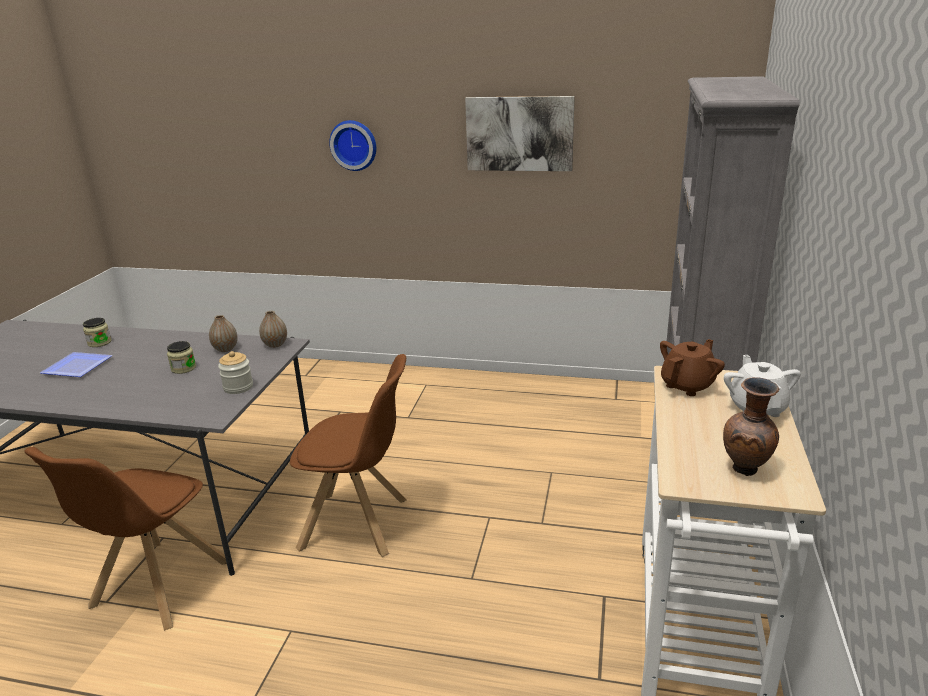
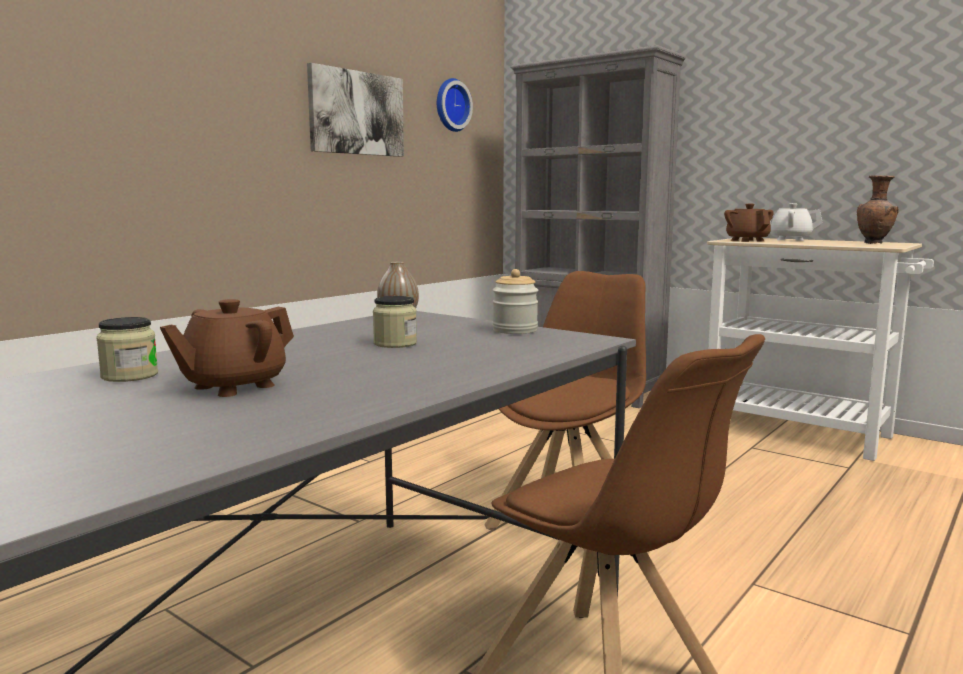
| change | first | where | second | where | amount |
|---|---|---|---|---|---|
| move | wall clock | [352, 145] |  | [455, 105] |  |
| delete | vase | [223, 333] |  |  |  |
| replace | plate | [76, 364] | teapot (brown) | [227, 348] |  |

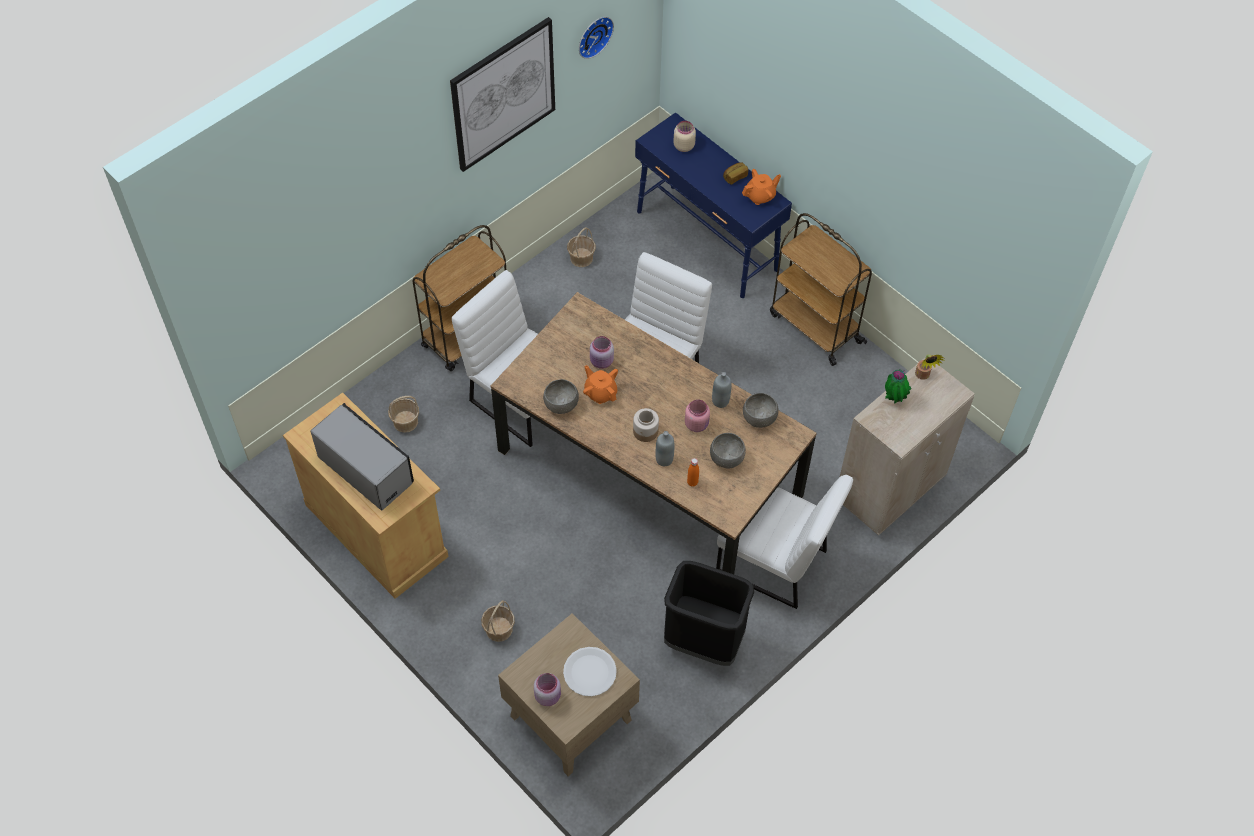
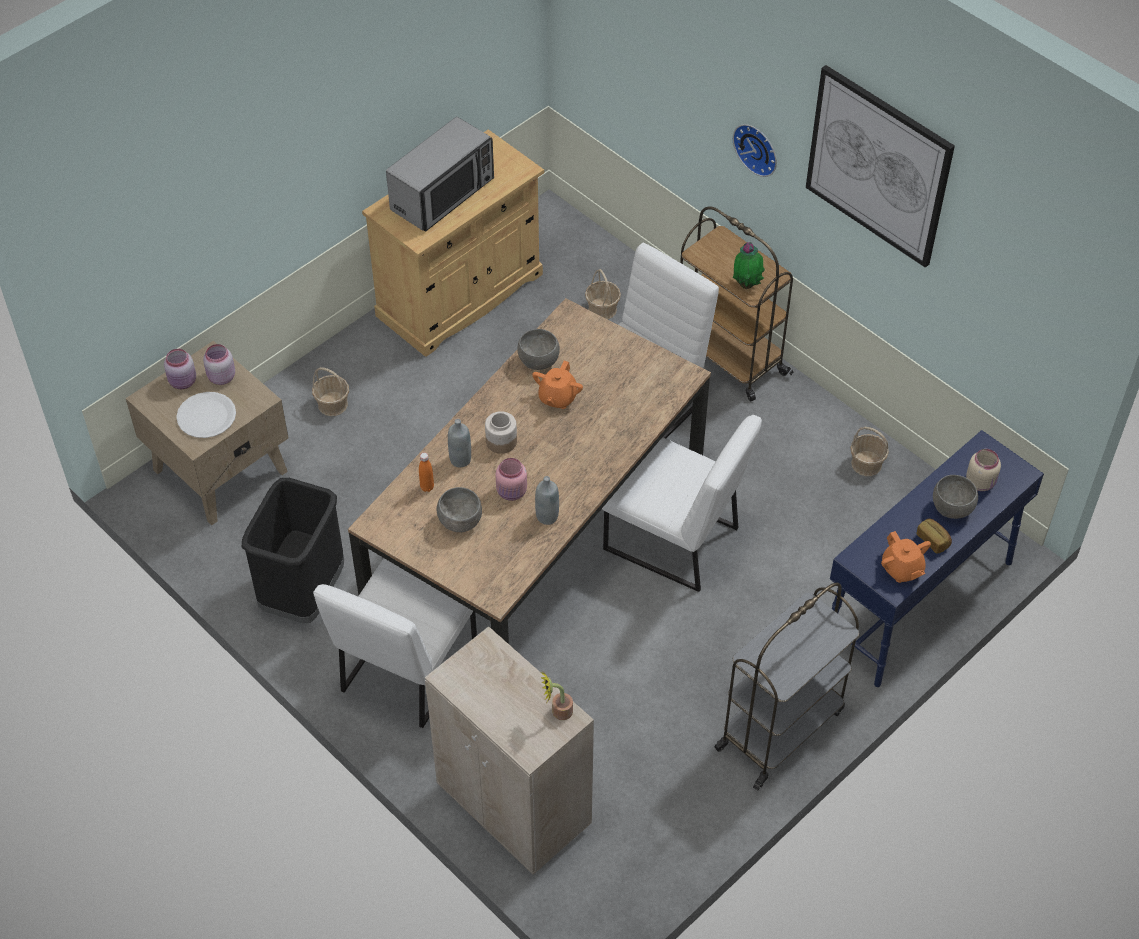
| change | first | where | second | where | amount |
|---|---|---|---|---|---|
| move | wall clock | [596, 38] |  | [755, 150] |  |
| recolor | cart (brown) | [821, 289] | cart (grey) | [787, 686] |  |
| move | jar (pink) | [602, 352] |  | [219, 364] |  |
| rotate | teapot (orange) | [600, 384] |  | [557, 385] | 150 degrees clockwise |
| move | potted plant | [898, 386] |  | [749, 265] |  |
| move | bowl (grey) | [761, 410] |  | [955, 497] |  |

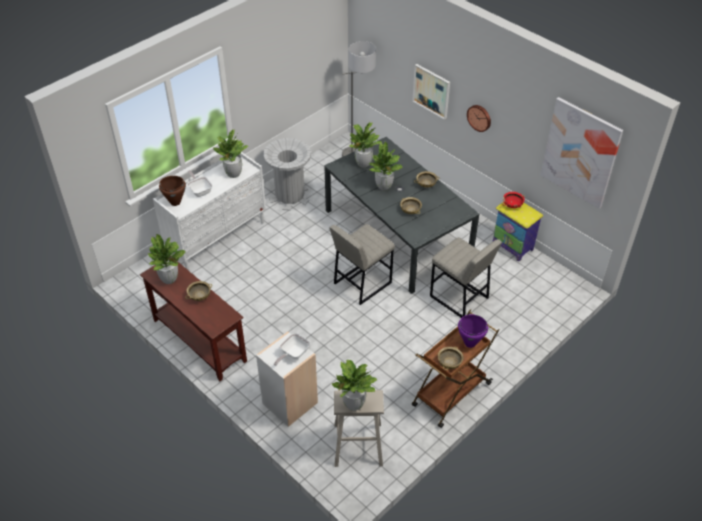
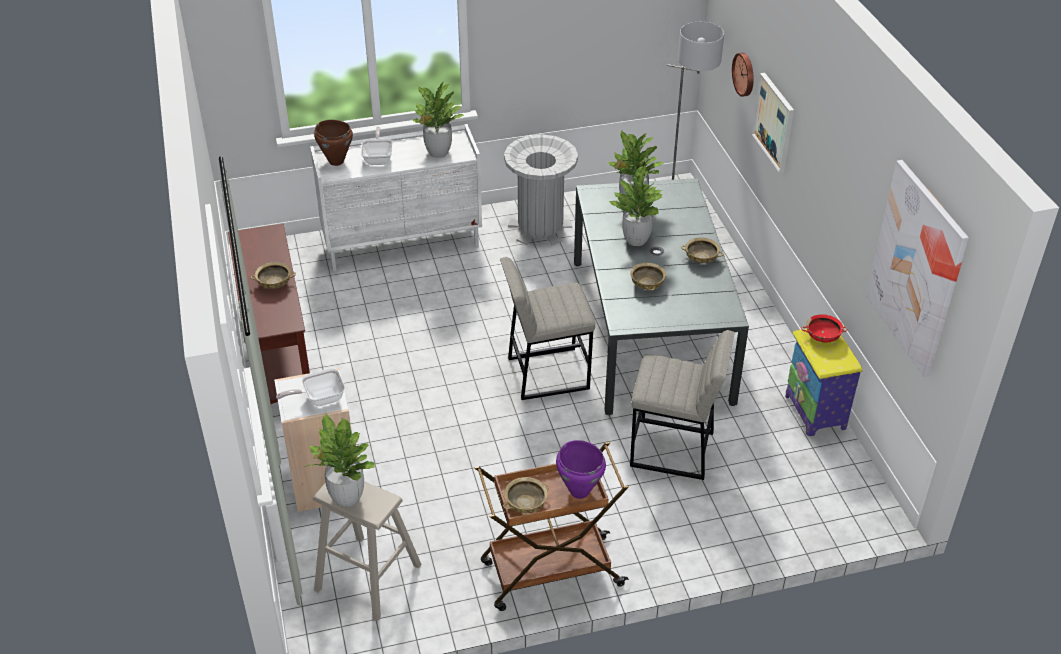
| change | first | where | second | where | amount |
|---|---|---|---|---|---|
| move | wall clock | [479, 118] |  | [743, 75] |  |
| delete | potted plant | [167, 259] |  |  |  |
| rotate | chair (grey) | [466, 277] |  | [682, 405] | 60 degrees counterclockwise |

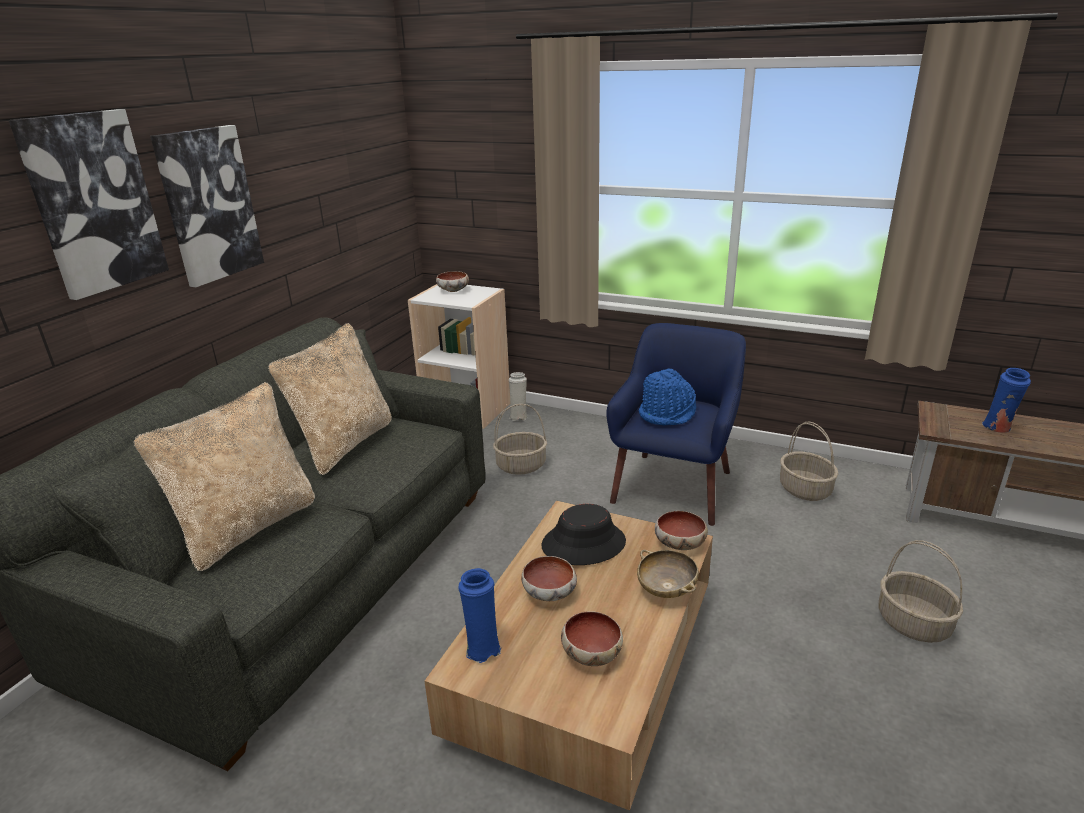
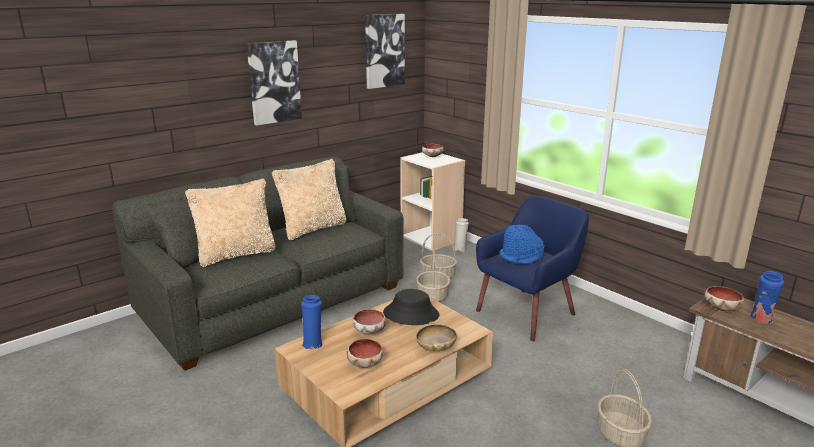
| change | first | where | second | where | amount |
|---|---|---|---|---|---|
| move | picture | [89, 204] |  | [385, 51] |  |
| move | basket | [809, 461] |  | [433, 275] |  |
| move | bowl | [681, 530] |  | [724, 298] |  |

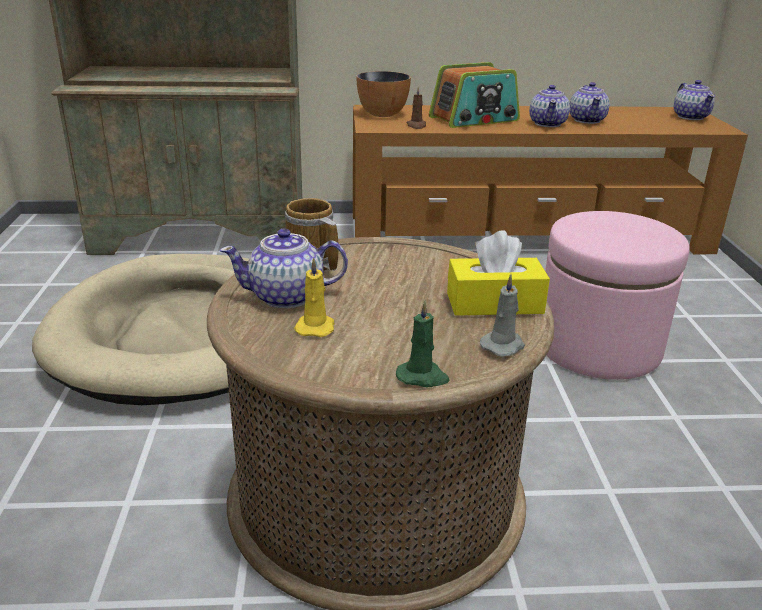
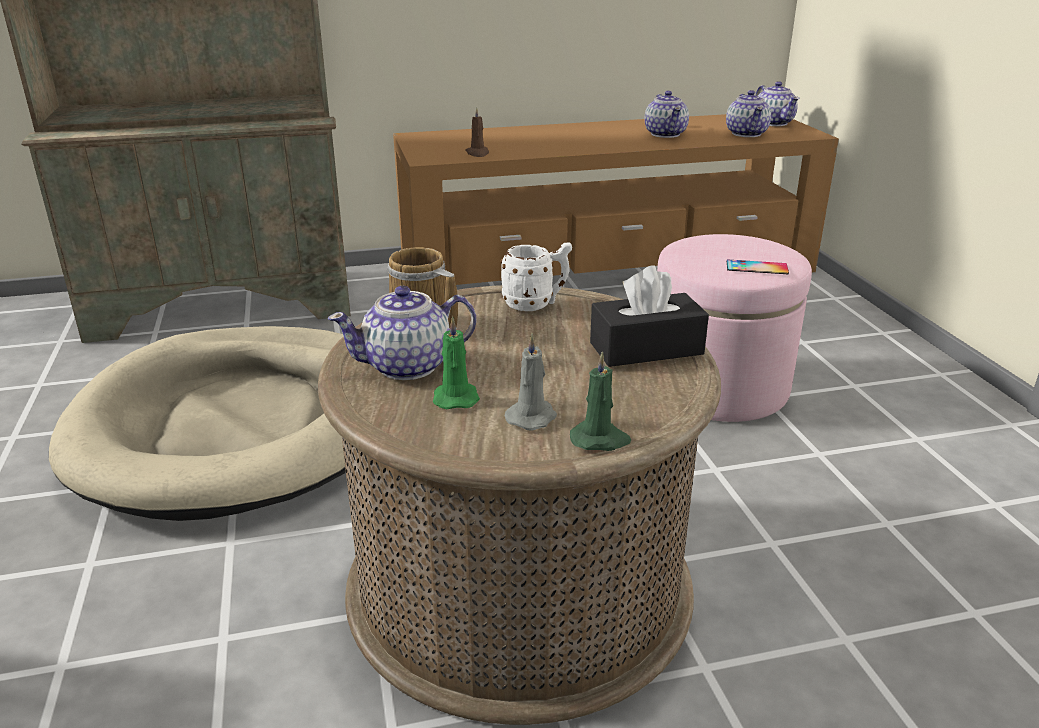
| change | first | where | second | where | amount |
|---|---|---|---|---|---|
| delete | radio | [474, 95] |  |  |  |
| delete | bowl | [383, 94] |  |  |  |
| move | teapot | [549, 106] |  | [748, 113] |  |
| recolor | tissue box (yellow) | [498, 273] | tissue box (black) | [649, 316] |  |
| recolor | candle (yellow) | [314, 297] | candle (green) | [456, 362] |  |
| move | candle (grey) | [502, 315] |  | [531, 382] |  |
| insert |  |  | mug (white) | [536, 276] |  |
| insert |  |  | phone | [758, 266] |  |

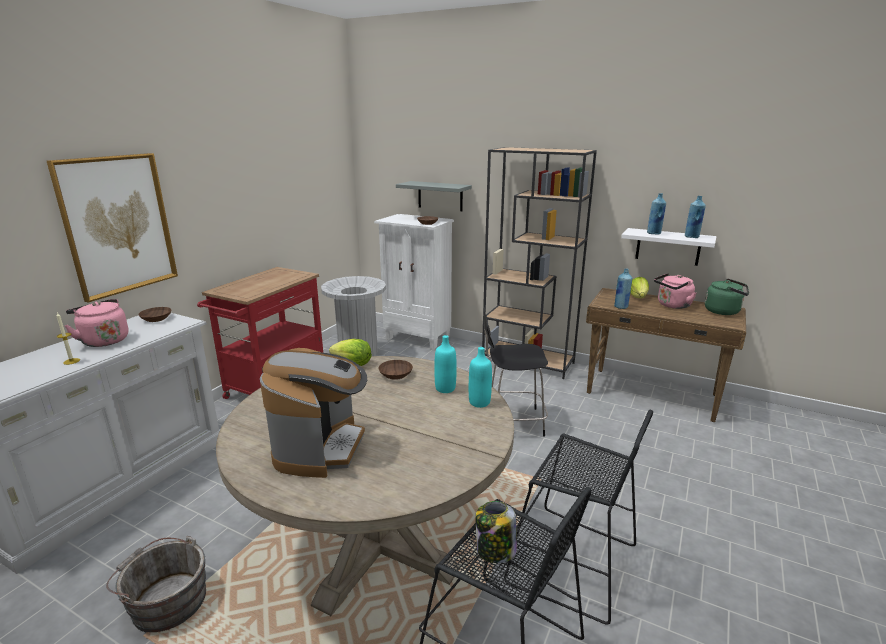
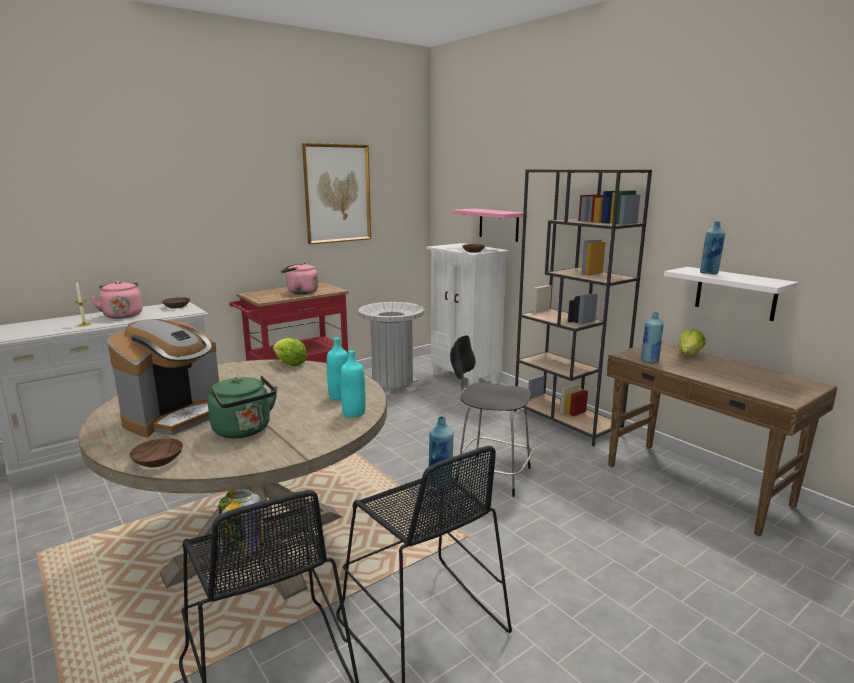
| change | first | where | second | where | amount |
|---|---|---|---|---|---|
| move | picture | [112, 228] |  | [336, 193] |  |
| recolor | shelf (grey) | [434, 196] | shelf (pink) | [489, 225] |  |
| move | bottle (blue) | [695, 217] |  | [441, 452] |  |
| move | kettle (pink) | [675, 291] |  | [299, 278] |  |
| move | kettle (green) | [727, 296] |  | [242, 406] |  |
| move | bowl (brown) | [395, 370] |  | [156, 452] |  |
| delete | bucket (grey) | [156, 584] |  |  |  |

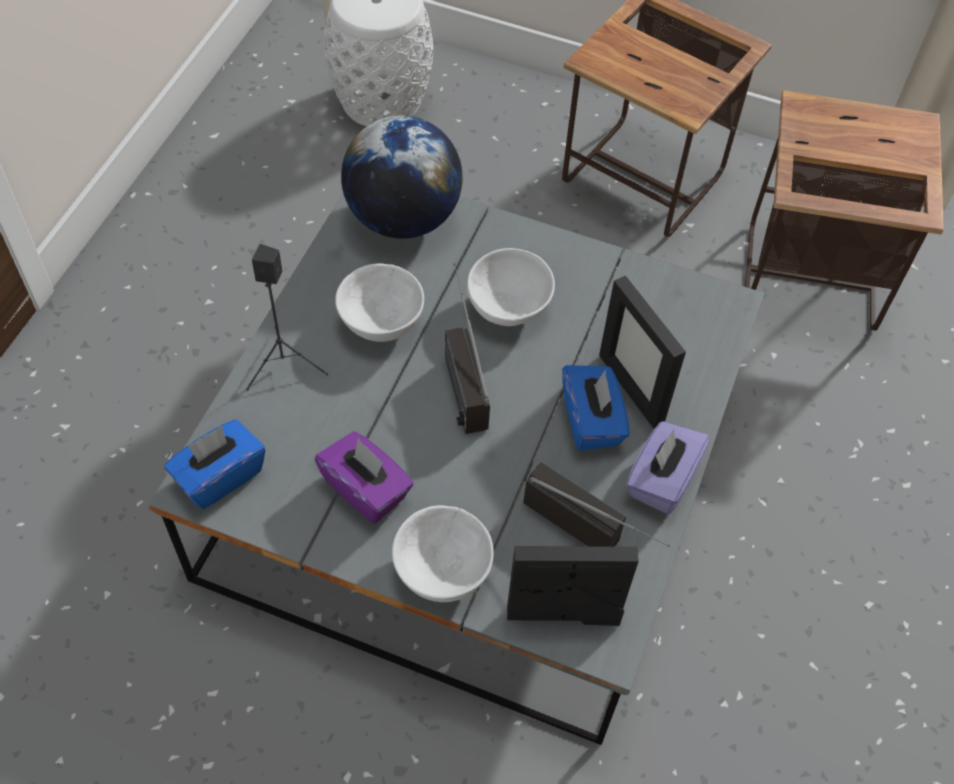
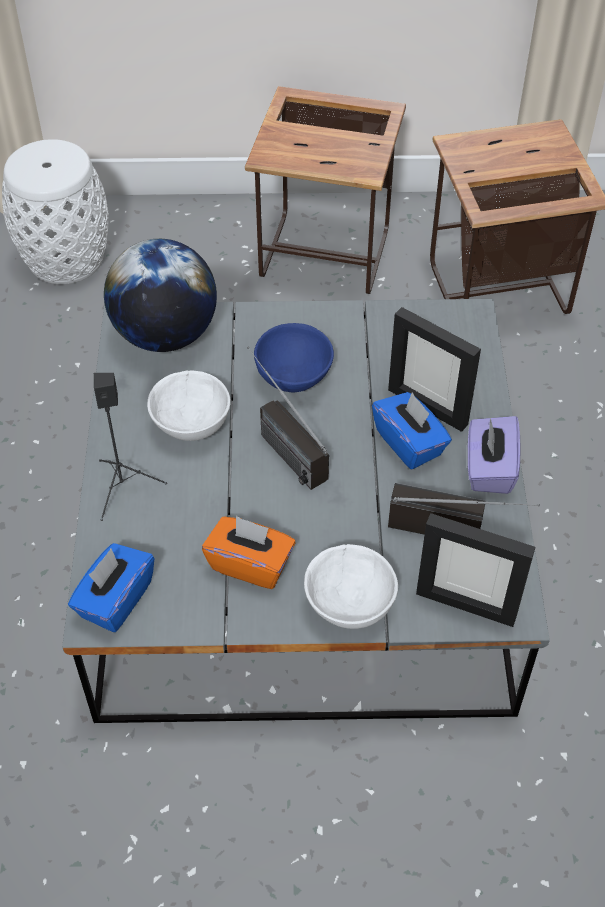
| change | first | where | second | where | amount |
|---|---|---|---|---|---|
| recolor | bowl (white) | [511, 287] | bowl (blue) | [294, 358] |  |
| recolor | tissue box (purple) | [364, 478] | tissue box (orange) | [249, 552] |  |
| rotate | picture frame | [573, 586] |  | [475, 570] | 135 degrees counterclockwise |

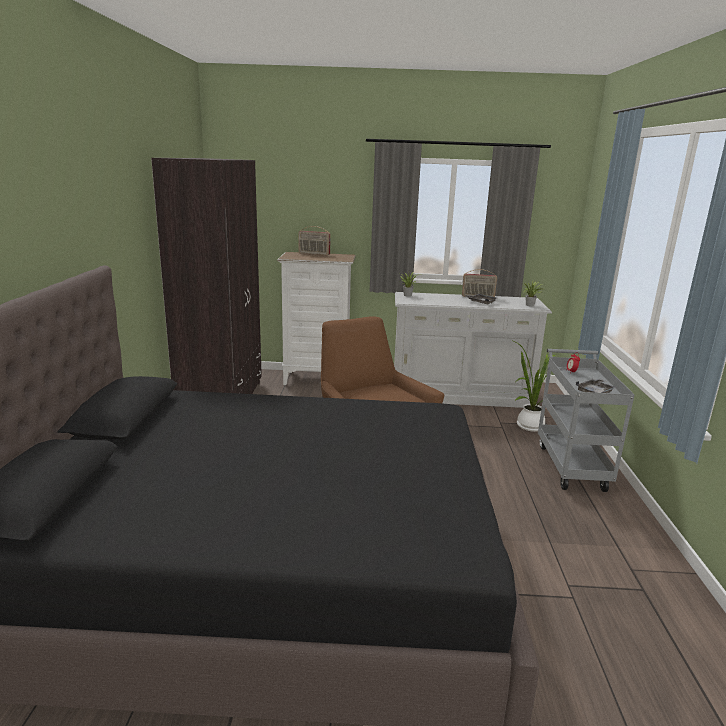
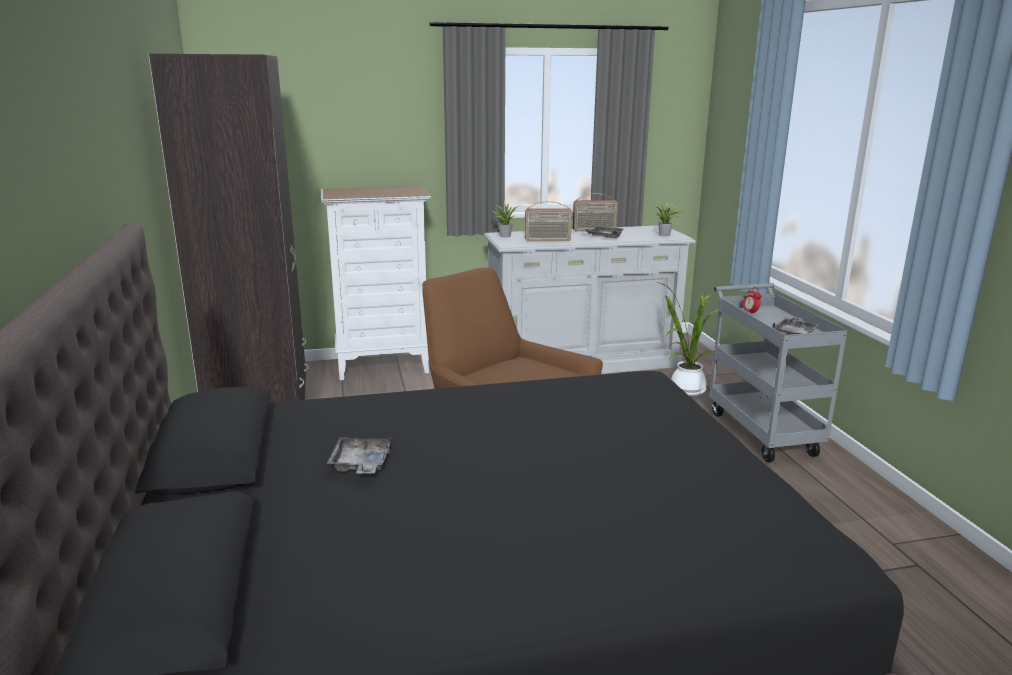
| change | first | where | second | where | amount |
|---|---|---|---|---|---|
| move | radio | [314, 240] |  | [548, 221] |  |
| insert |  |  | tray (grey) | [359, 455] |  |

